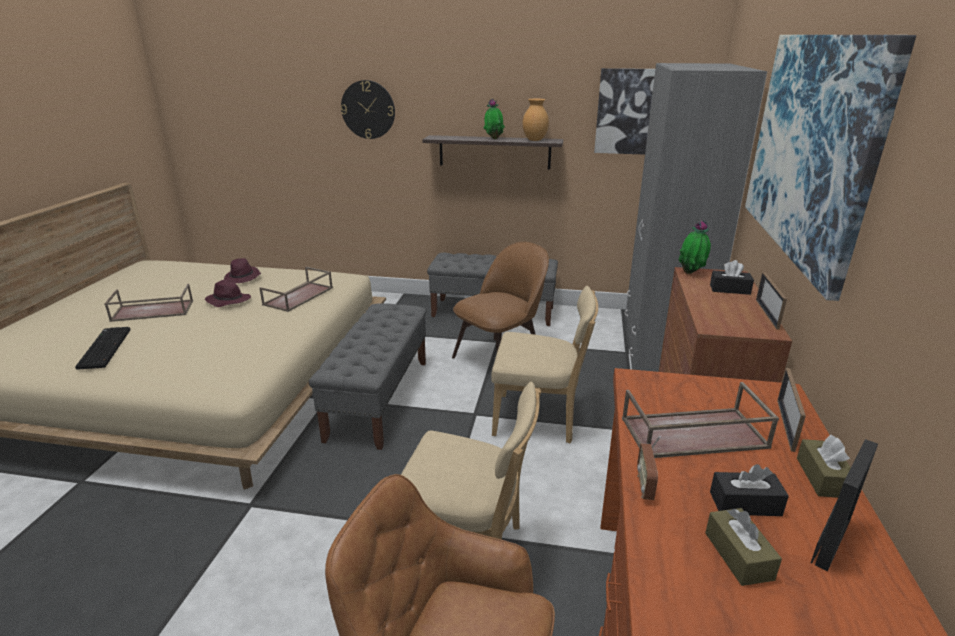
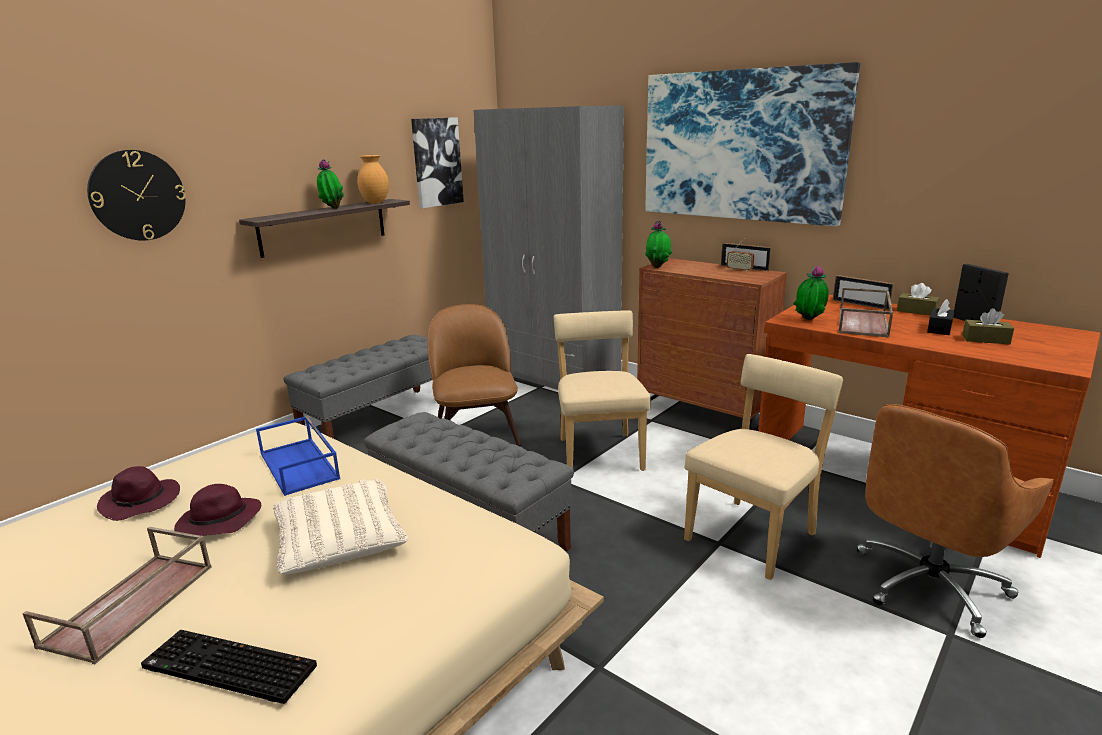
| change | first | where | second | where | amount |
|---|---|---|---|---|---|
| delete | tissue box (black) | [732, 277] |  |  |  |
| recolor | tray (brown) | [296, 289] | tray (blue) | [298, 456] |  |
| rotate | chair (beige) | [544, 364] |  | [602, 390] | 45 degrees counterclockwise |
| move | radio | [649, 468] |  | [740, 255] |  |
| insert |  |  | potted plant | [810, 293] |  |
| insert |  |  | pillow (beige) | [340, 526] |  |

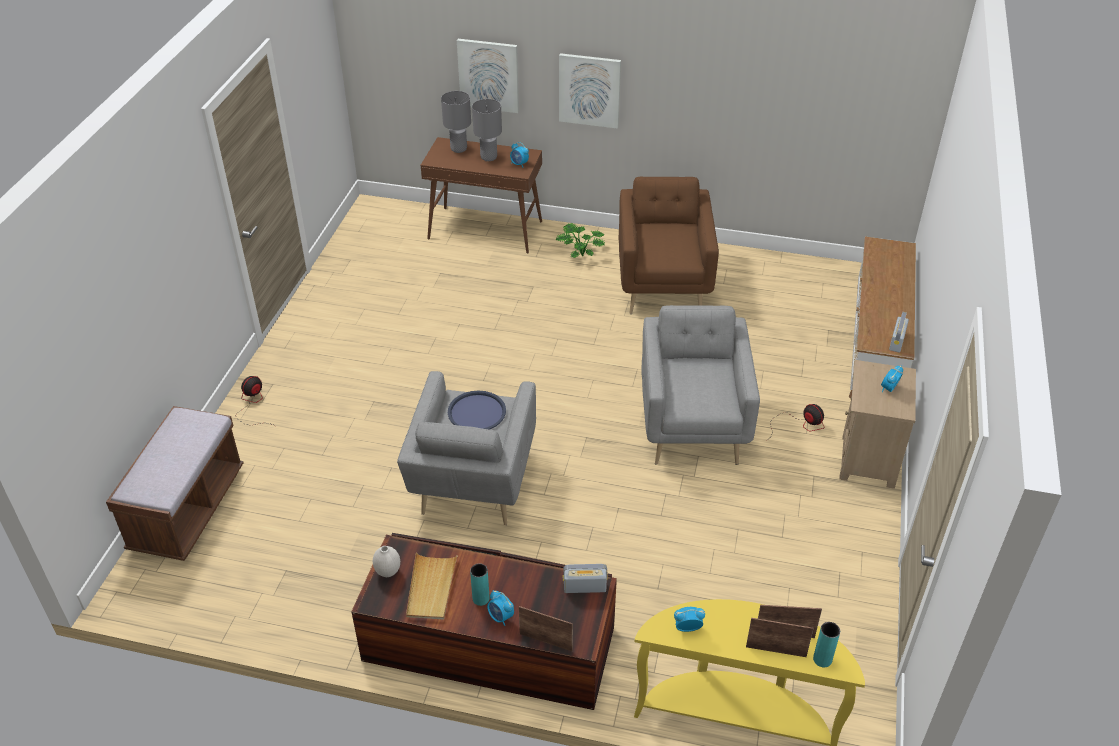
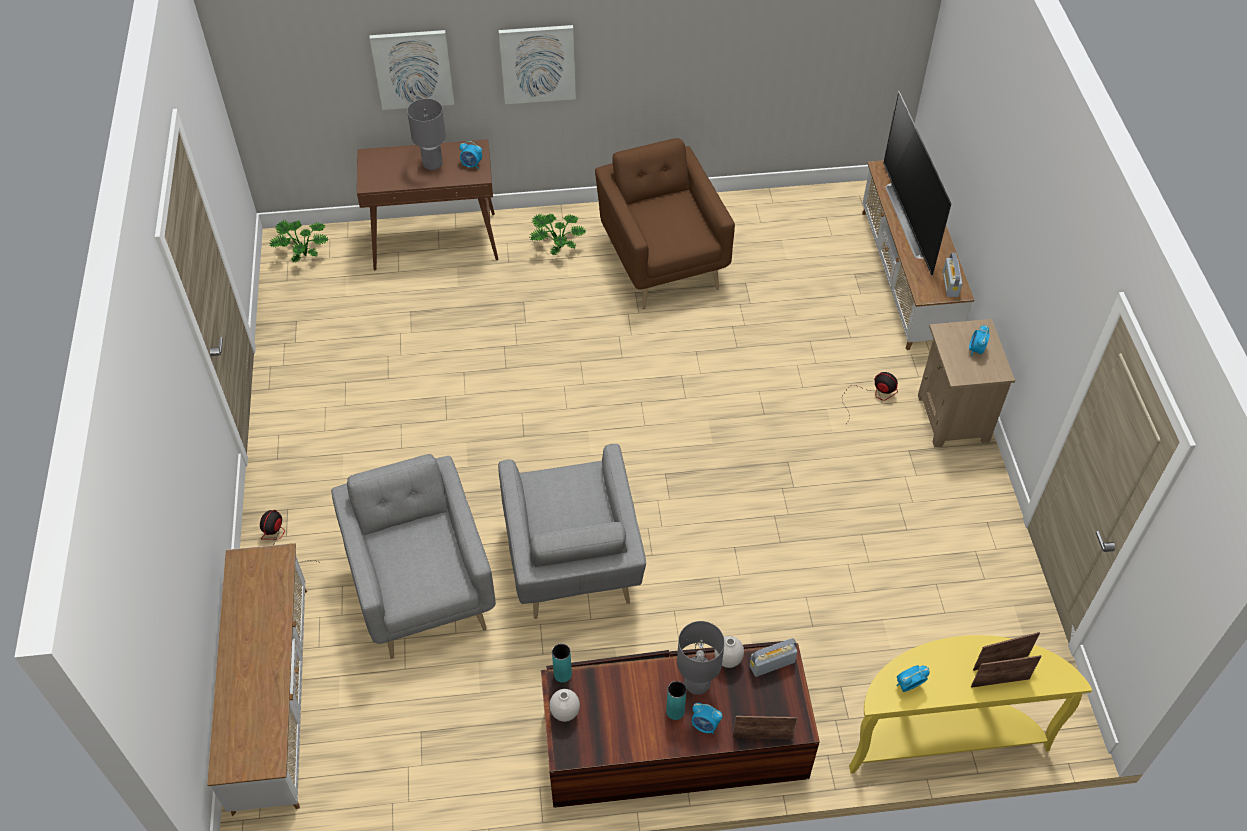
| change | first | where | second | where | amount |
|---|---|---|---|---|---|
| move | table lamp (grey) | [456, 122] |  | [701, 658] |  |
| move | armchair (grey) | [700, 385] |  | [413, 556] |  |
| delete | tray (blue) | [477, 410] |  |  |  |
| replace | bench (brown) | [175, 483] | tv stand | [257, 680] |  |
| delete | tray (beige) | [432, 586] |  |  |  |
| move | vase (turquoise) | [826, 644] |  | [562, 663] |  |
| insert |  |  | television | [917, 183] |  |
| insert |  |  | potted plant | [299, 241] |  |
| insert |  |  | vase (white) | [729, 652] |  |

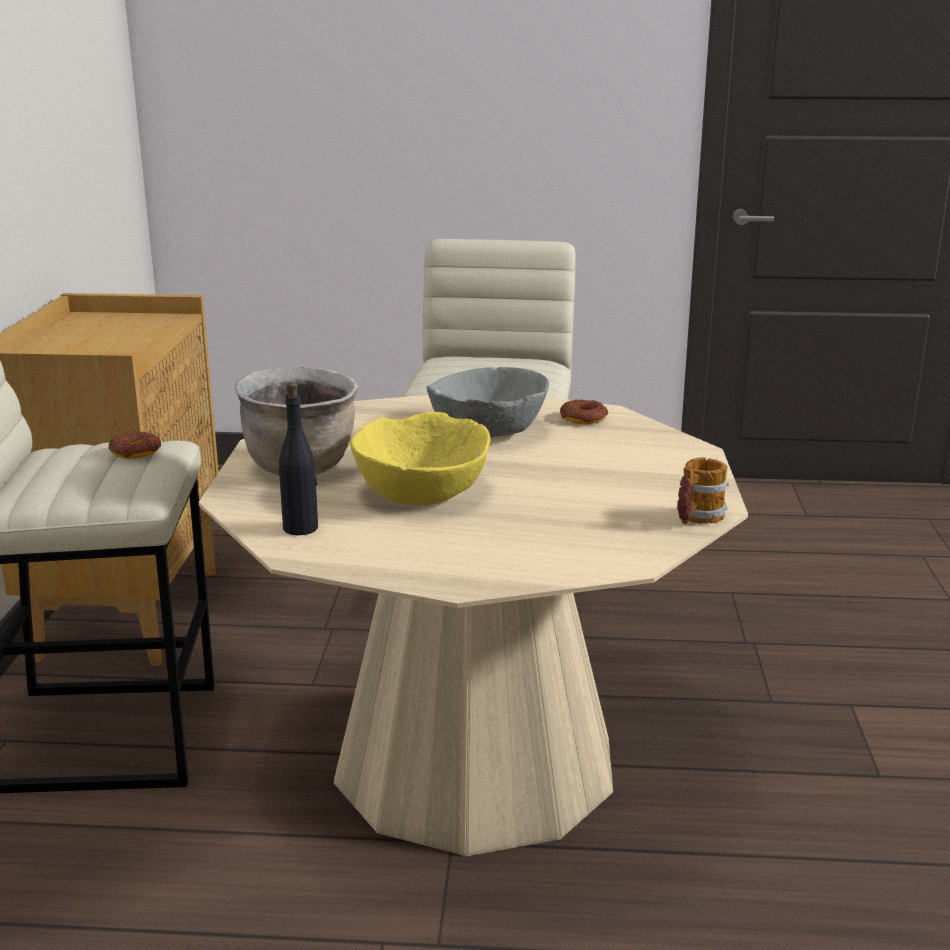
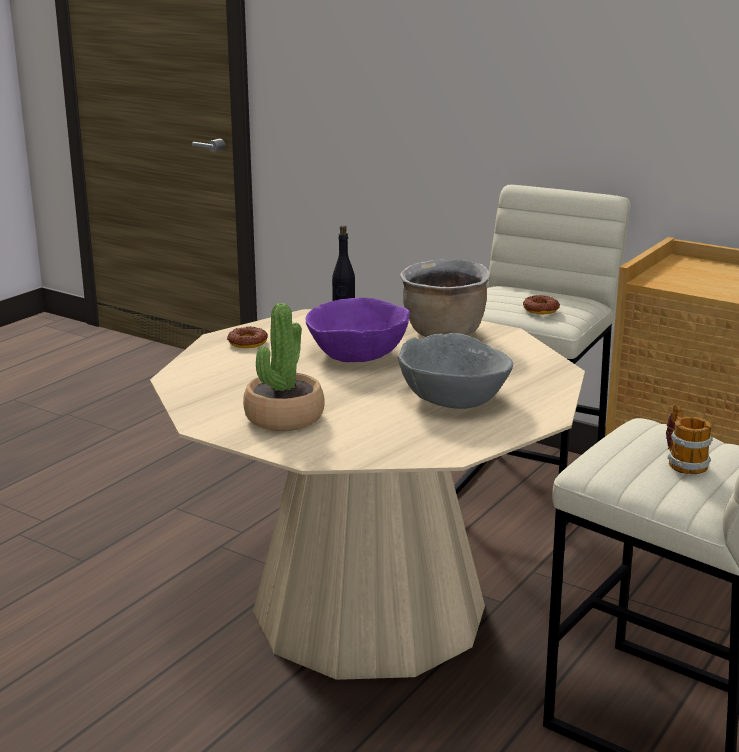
| change | first | where | second | where | amount |
|---|---|---|---|---|---|
| move | donut | [584, 411] |  | [247, 337] |  |
| recolor | bowl (yellow) | [420, 458] | bowl (purple) | [358, 330] |  |
| move | mug | [703, 490] |  | [689, 439] |  |
| insert |  |  | potted plant | [284, 367] |  |

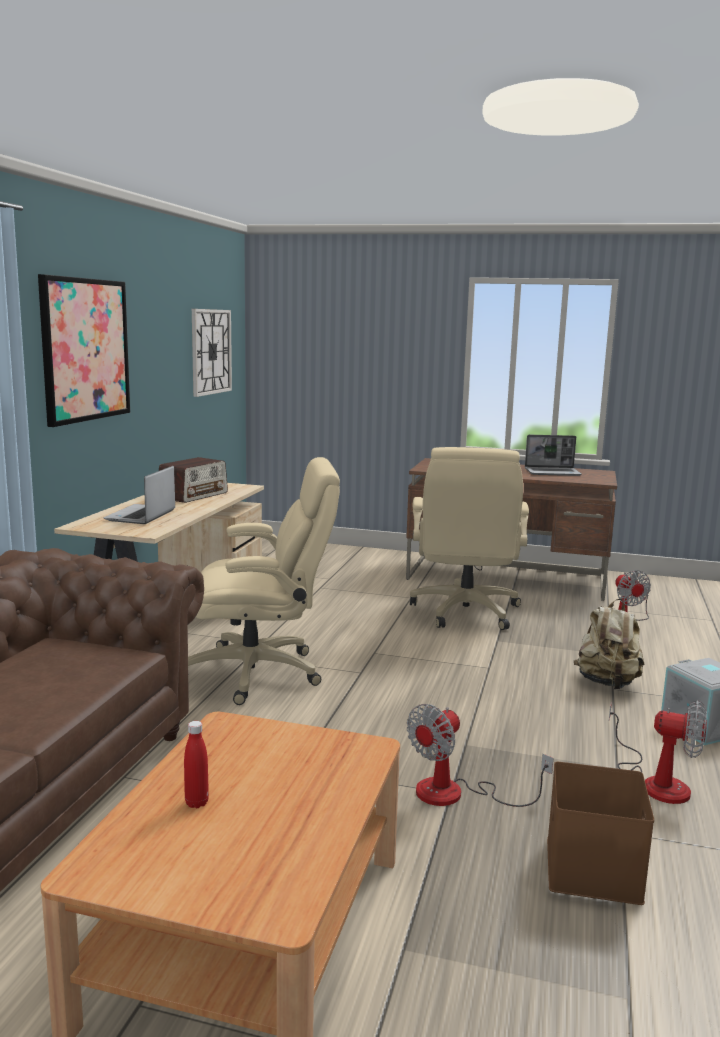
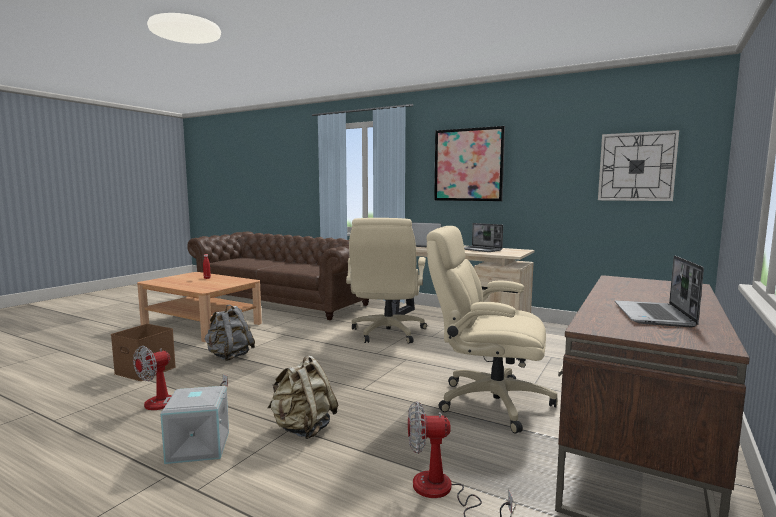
| change | first | where | second | where | amount |
|---|---|---|---|---|---|
| replace | radio | [193, 480] | laptop | [483, 237] |  |
| replace | fan | [480, 755] | backpack (grey) | [229, 333] |  |

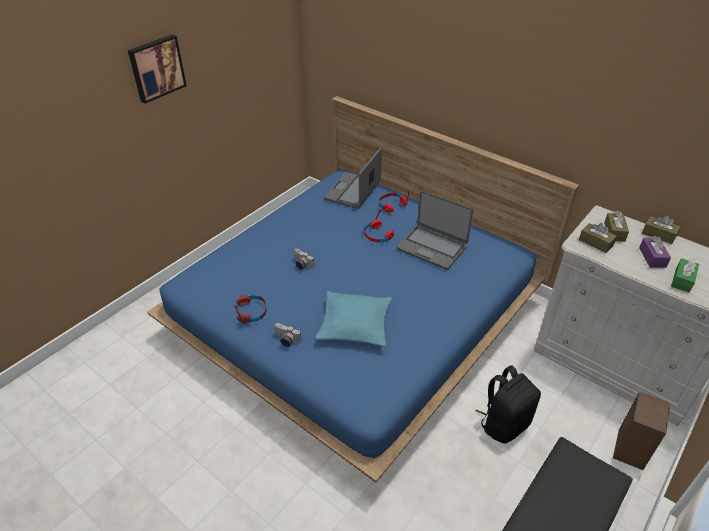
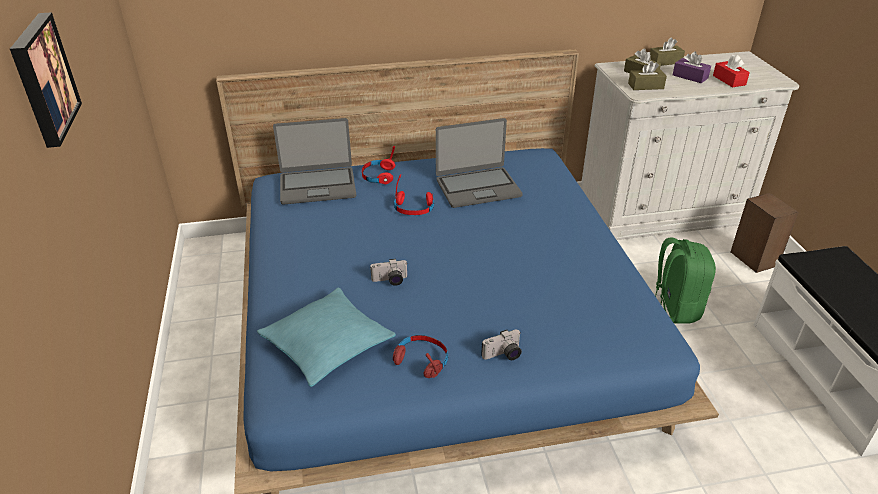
| change | first | where | second | where | amount |
|---|---|---|---|---|---|
| rotate | laptop | [353, 178] |  | [314, 161] | 75 degrees counterclockwise |
| recolor | tissue box (green) | [685, 275] | tissue box (red) | [731, 71] |  |
| move | pillow (turquoise) | [353, 319] |  | [326, 337] |  |
| recolor | backpack (black) | [508, 404] | backpack (green) | [685, 281] |  |

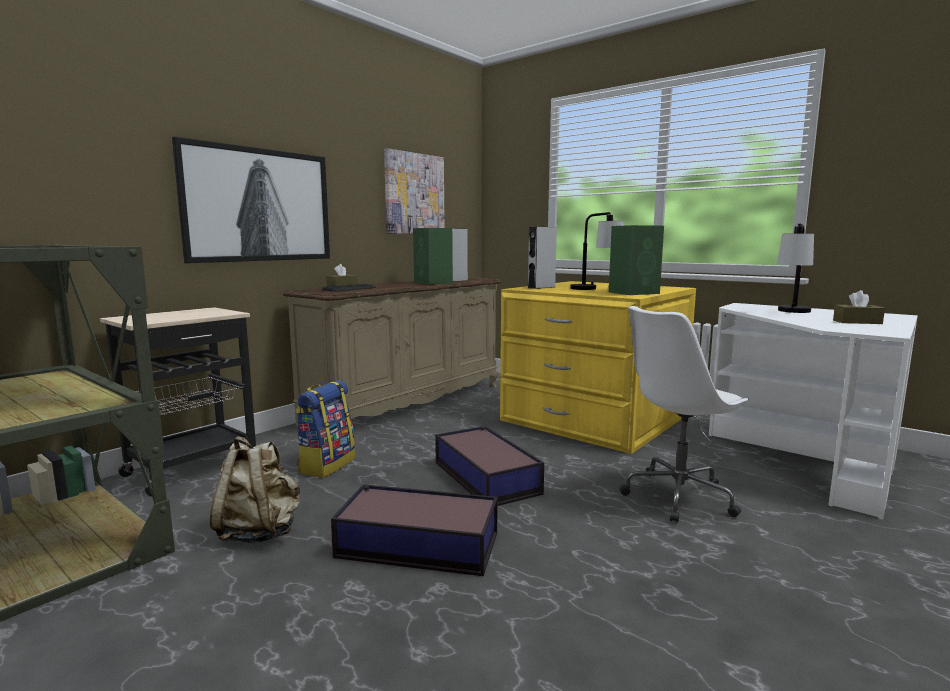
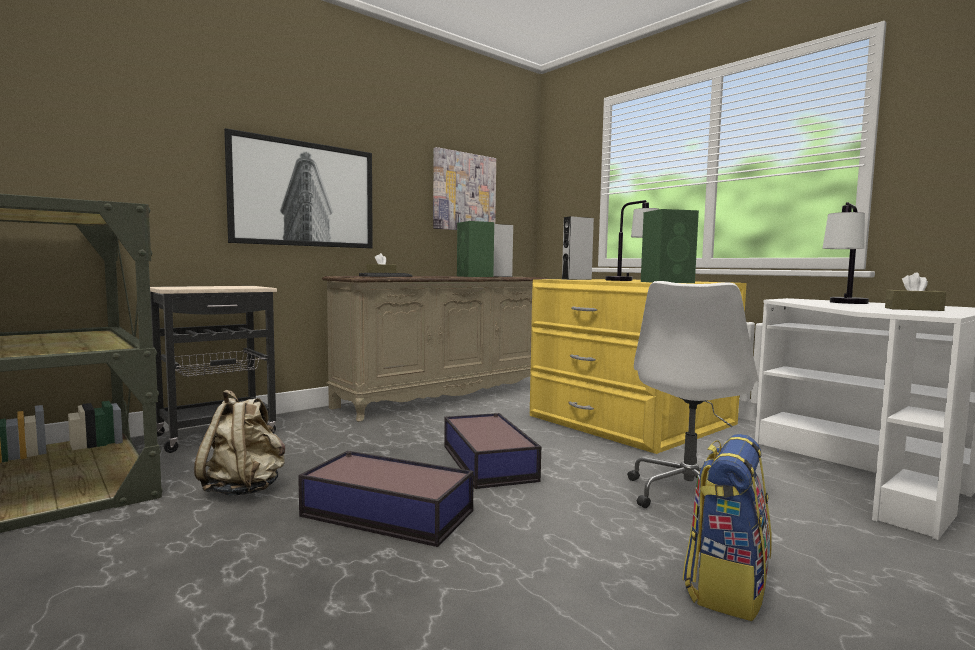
| change | first | where | second | where | amount |
|---|---|---|---|---|---|
| rotate | office chair (white) | [684, 414] |  | [693, 394] | 45 degrees counterclockwise |
| move | backpack | [325, 429] |  | [727, 527] |  |

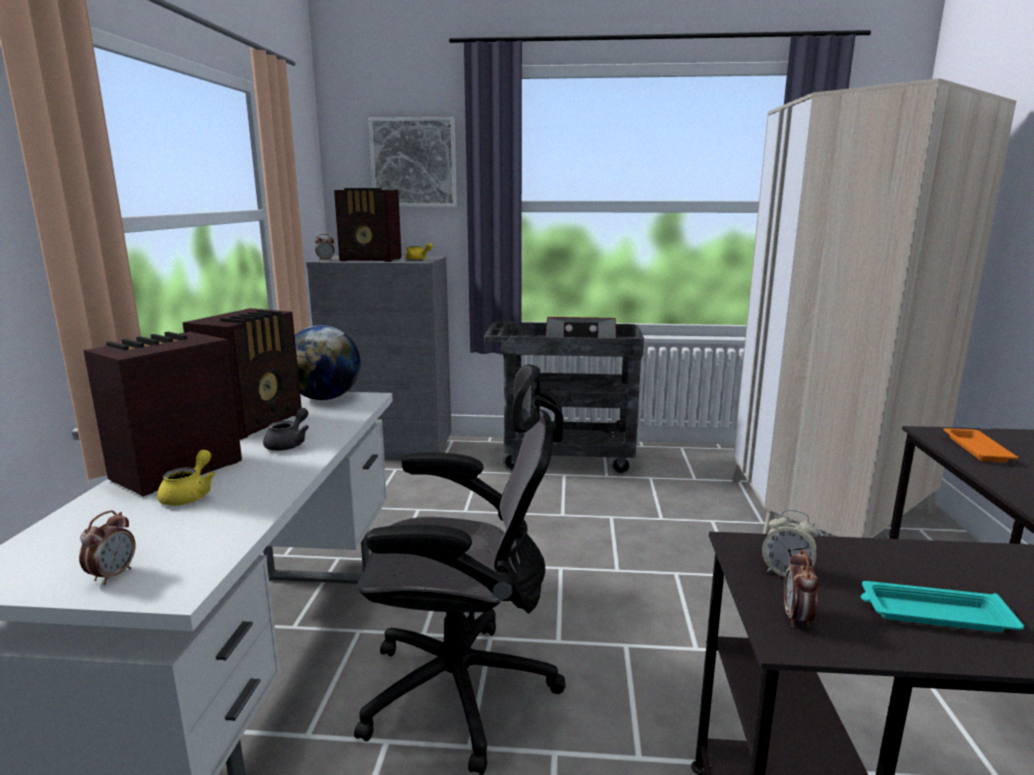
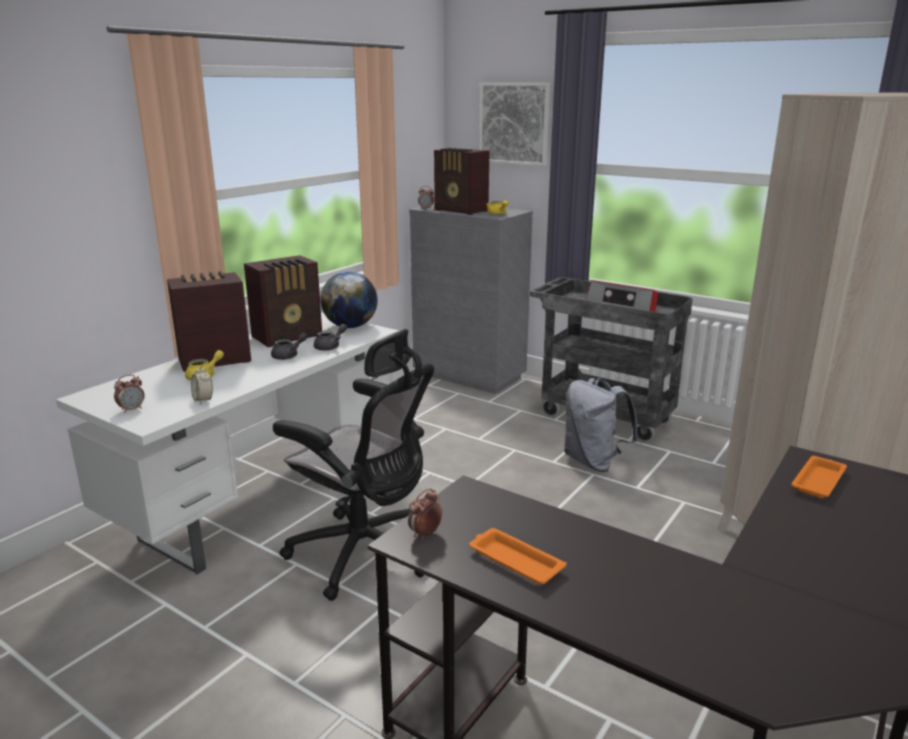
| change | first | where | second | where | amount |
|---|---|---|---|---|---|
| move | alarm clock | [790, 543] |  | [202, 384] |  |
| recolor | tray (turquoise) | [942, 606] | tray (orange) | [517, 556] |  |
| insert |  |  | teapot (grey) | [330, 337] |  |
| insert |  |  | backpack (grey) | [601, 425] |  |

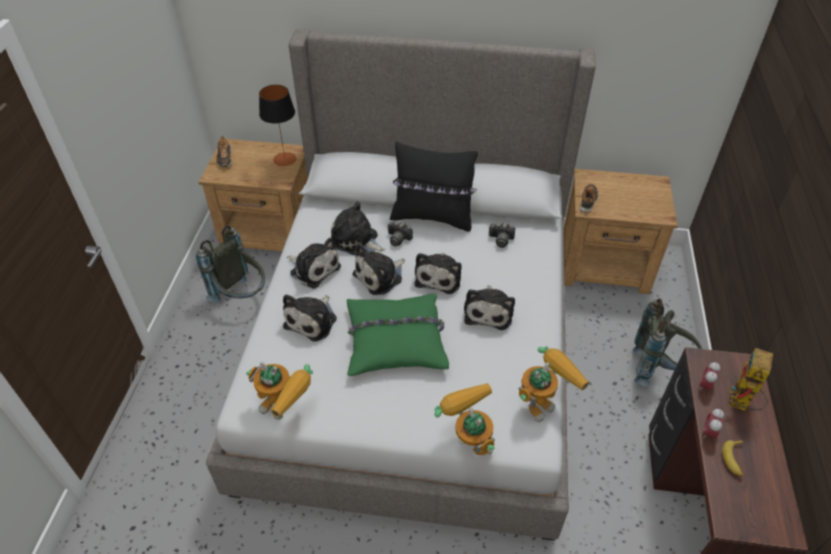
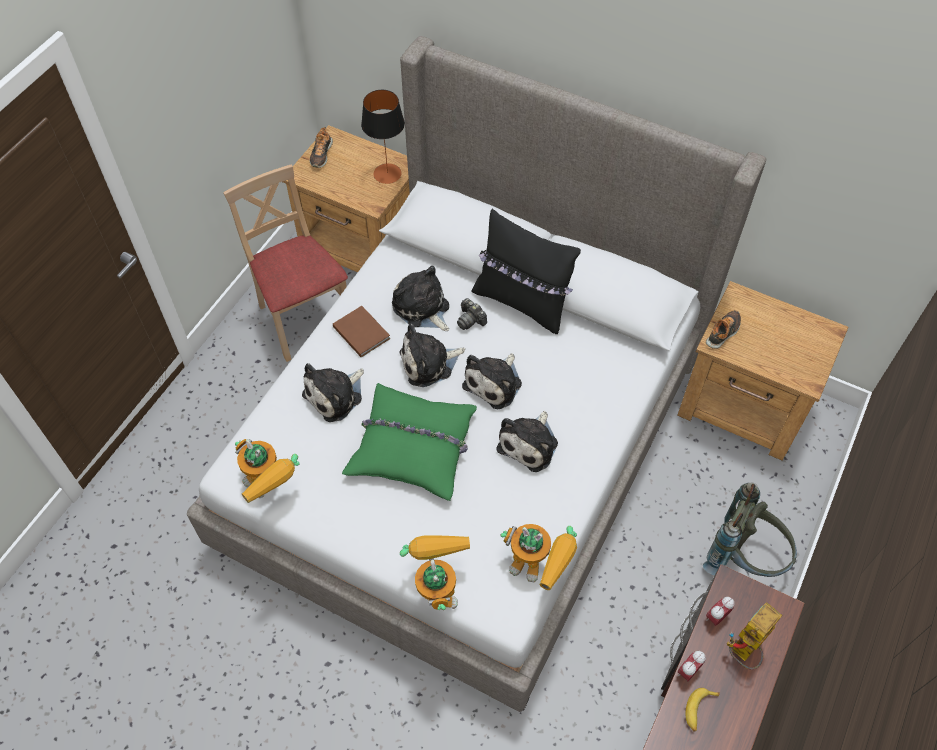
| change | first | where | second | where | amount |
|---|---|---|---|---|---|
| delete | photo camera | [502, 235] |  |  |  |
| replace | backpack (grey) | [230, 264] | chair (beige) | [285, 263] |  |
| replace | plush toy | [314, 263] | book (brown) | [361, 331] |  |
| rotate | toy robot | [553, 384] |  | [539, 557] | 45 degrees clockwise |

